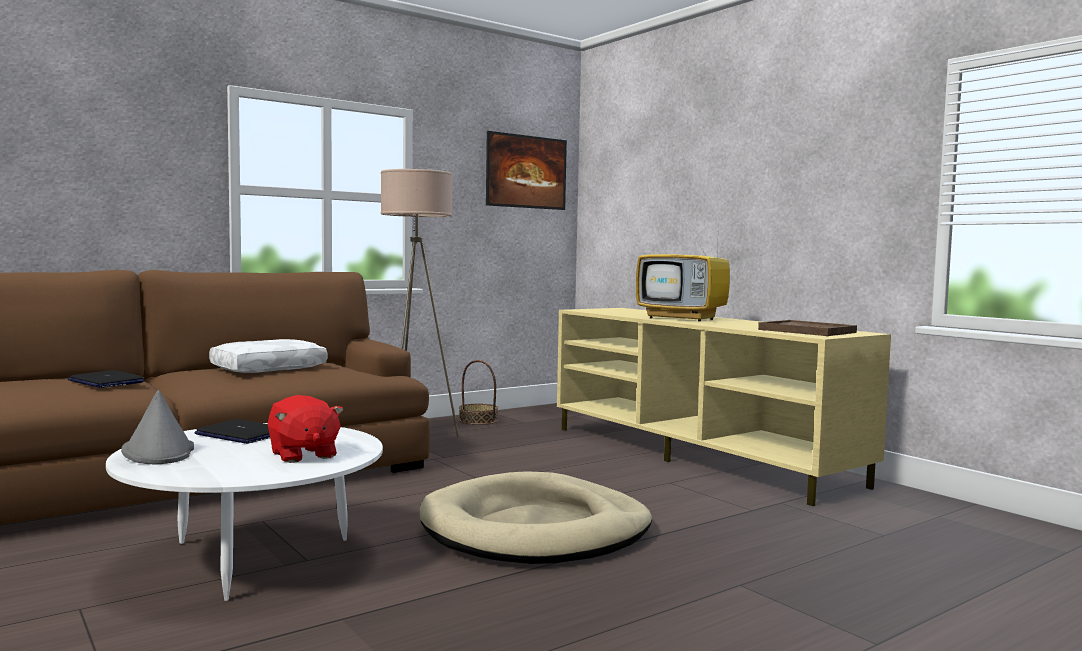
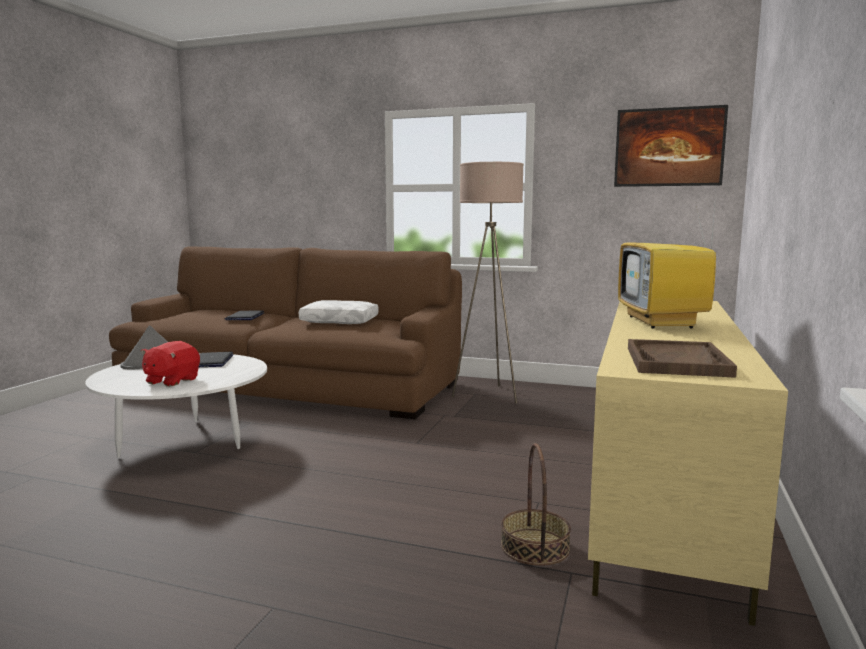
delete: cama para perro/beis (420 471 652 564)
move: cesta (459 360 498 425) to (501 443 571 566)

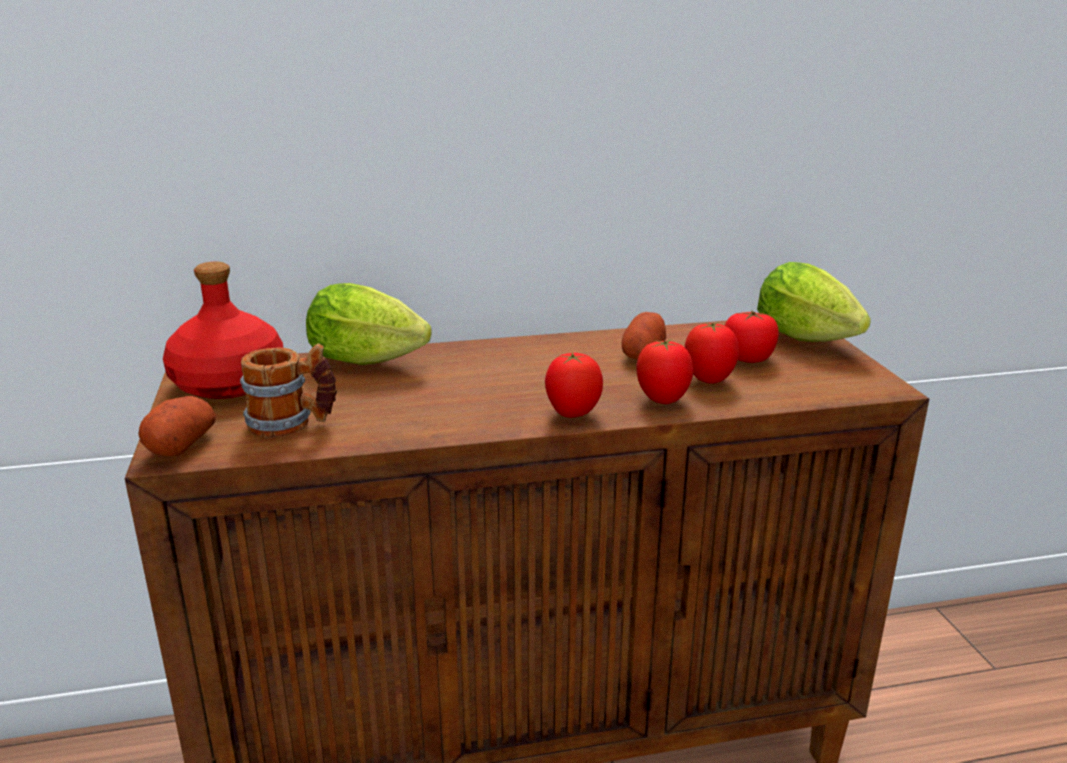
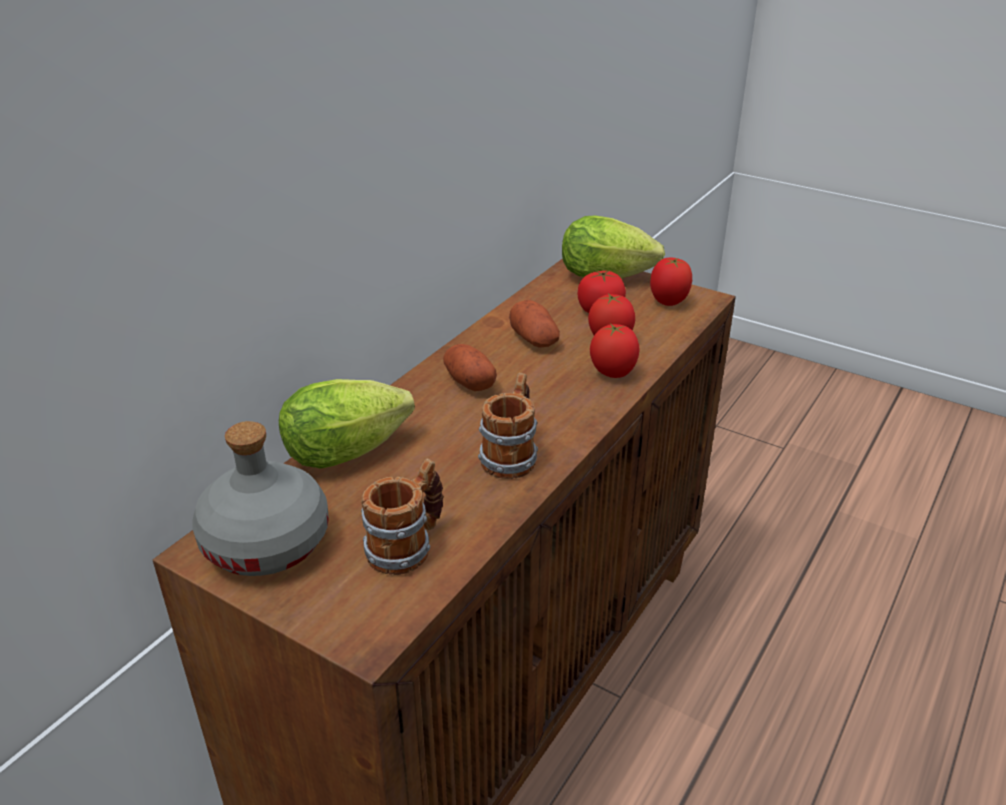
insert: taza grande (478 373 538 479)
move: patata (138 396 216 457) to (443 344 497 391); tomate (545 352 603 418) to (650 258 692 306)
recolor: botella/rojo (163 262 283 399) to botella/gris (192 421 329 576)

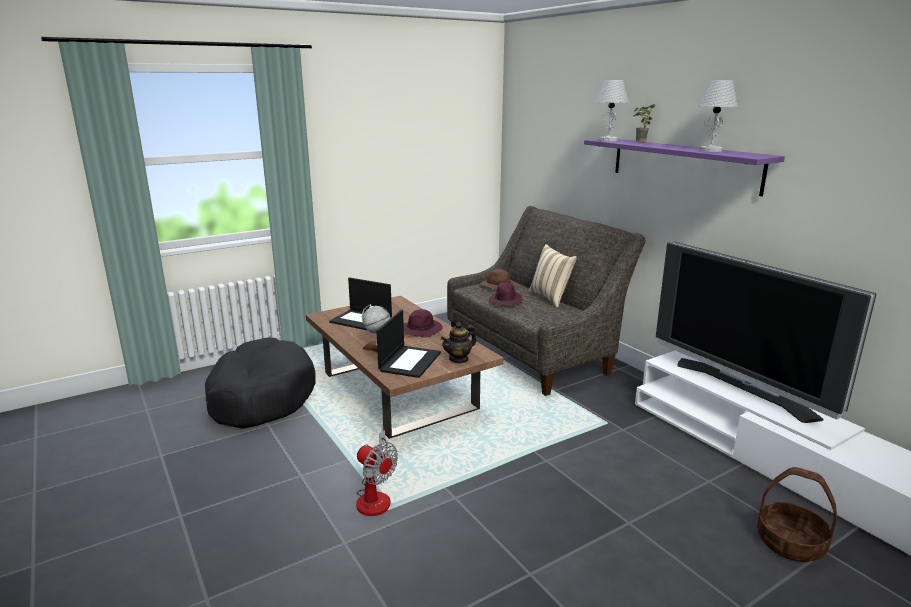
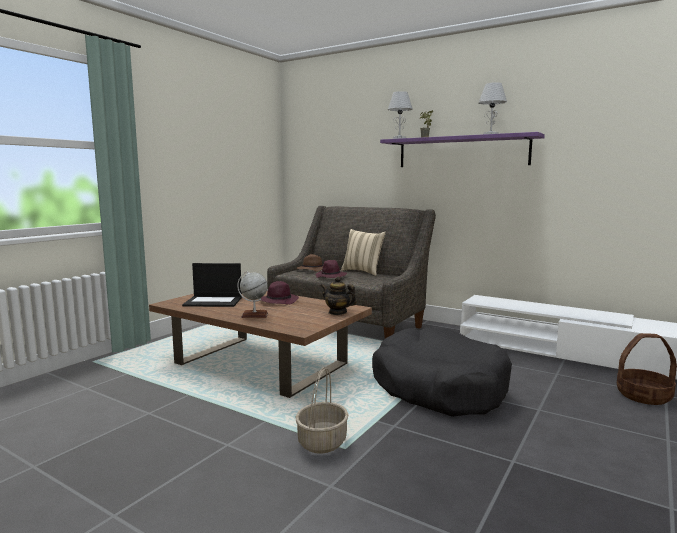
delete: portátil (377 310 441 378); televisor (656 242 877 423)
move: cama para perro/negro (205 337 316 429) to (372 328 512 417)
replace: ventilador (356 430 398 516) to cesta (295 367 349 454)
rotate: tetera (441 322 477 364) = (321 277 356 315) 90 degrees clockwise

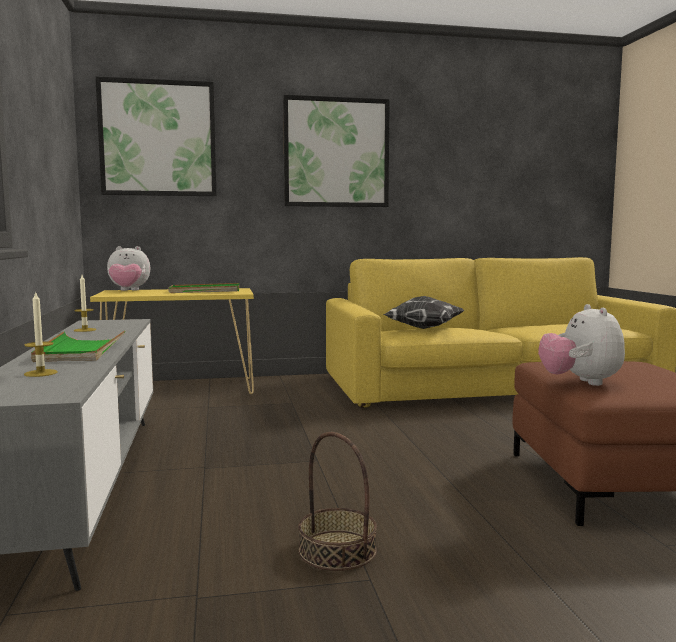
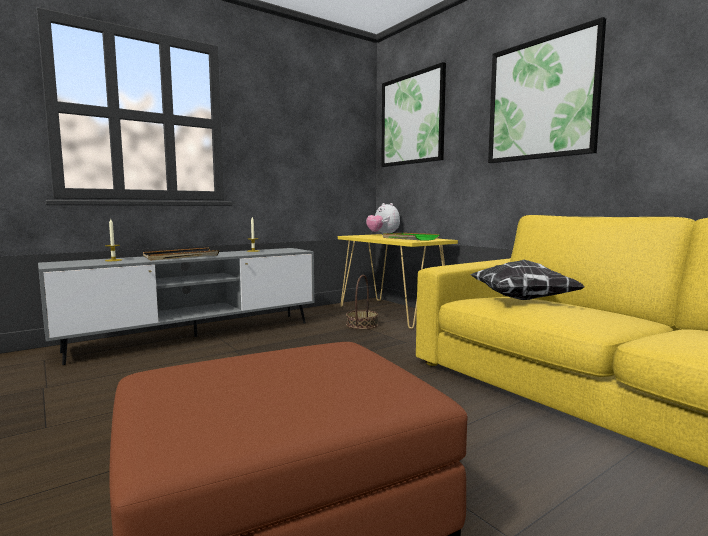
delete: peluche (538 304 625 386)
move: cesta (298 432 377 571) to (346 275 378 329)
recolor: bandeja/verde (31 330 126 362) to bandeja/negro (143 248 219 260)

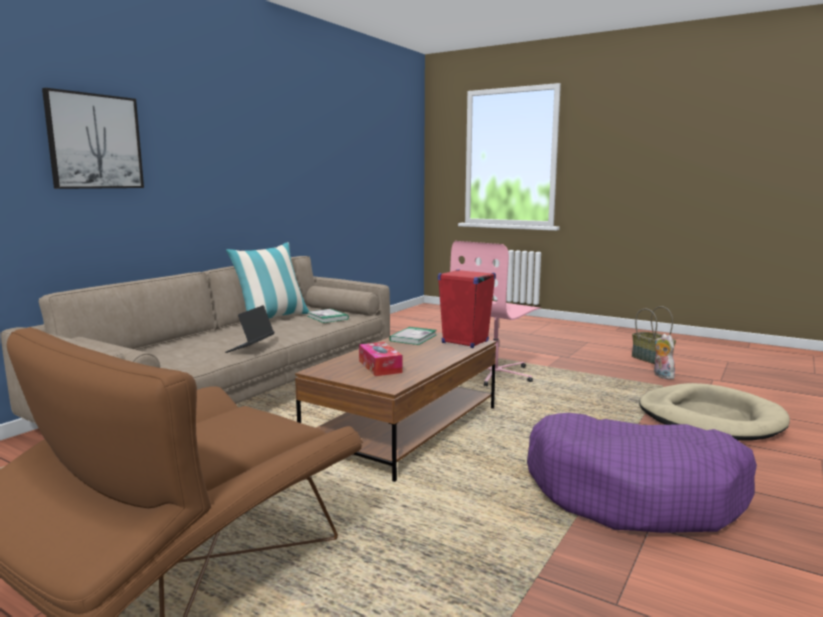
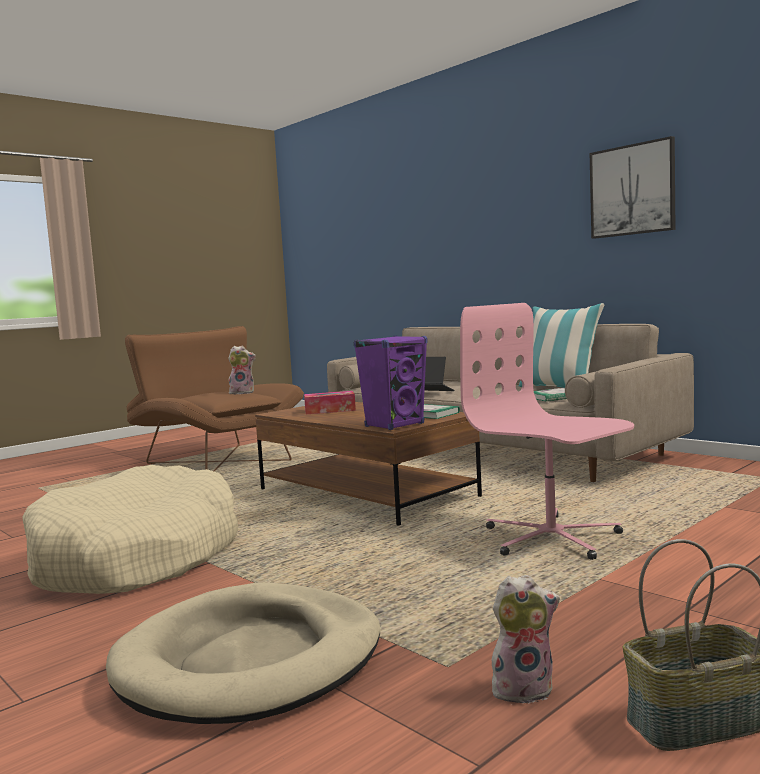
insert: peluche (228 346 256 394)
move: cuadro (42 88 144 189) to (590 136 675 239)
recolor: altavoz/rojo (438 269 496 348) to altavoz/morado (354 335 428 430); cama para perro/morado (527 413 757 533) to cama para perro/beis (22 465 238 594)

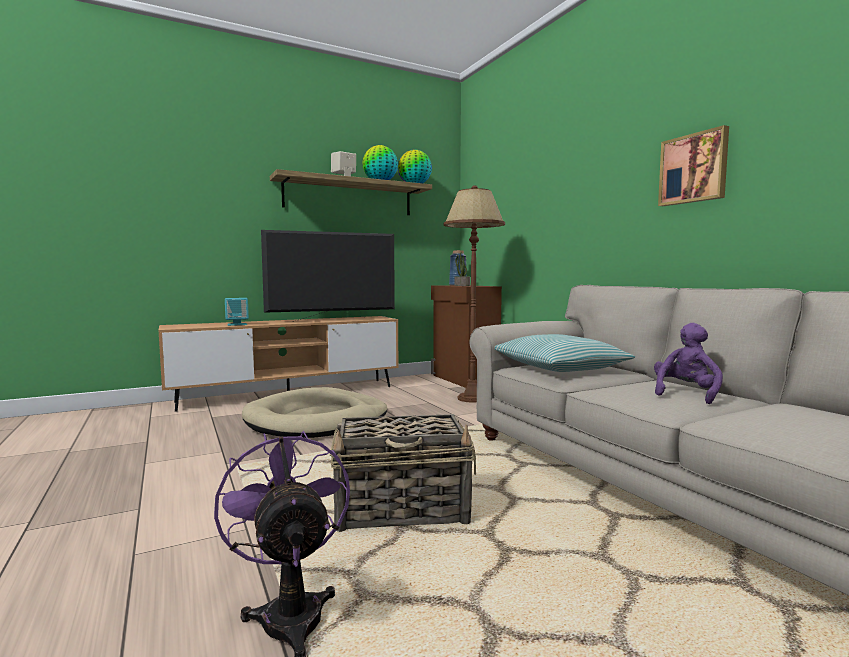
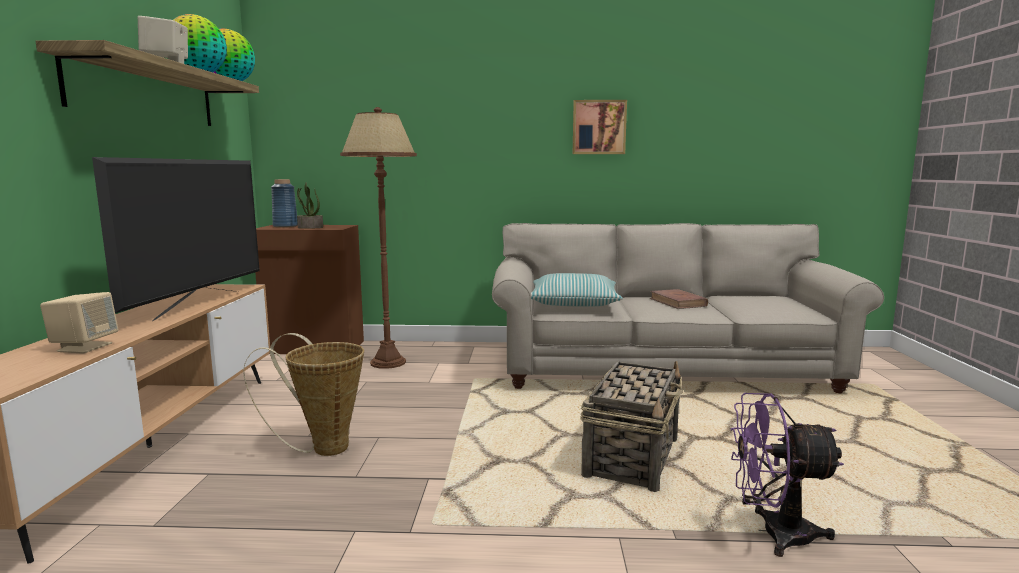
replace: cama para perro/beis (242 387 387 438) to cesta (243 333 364 456); peluche/morado (654 323 723 404) to libro/marrón (650 289 708 309)
recolor: altavoz/turquesa (225 298 249 326) to altavoz/beis (40 292 119 354)

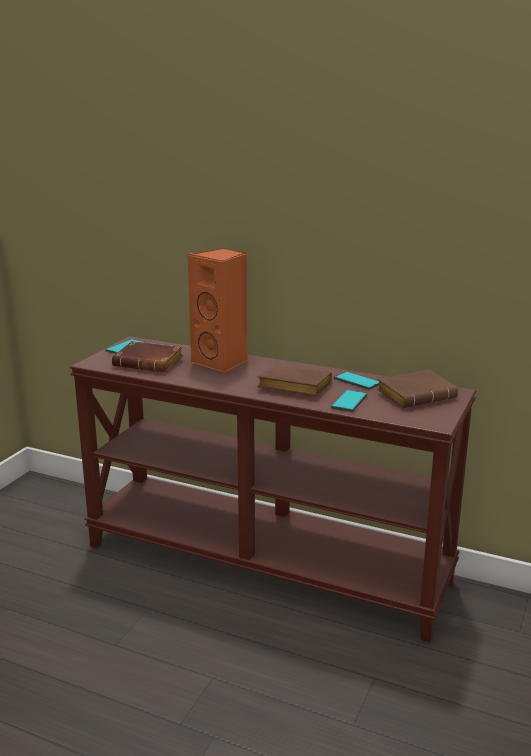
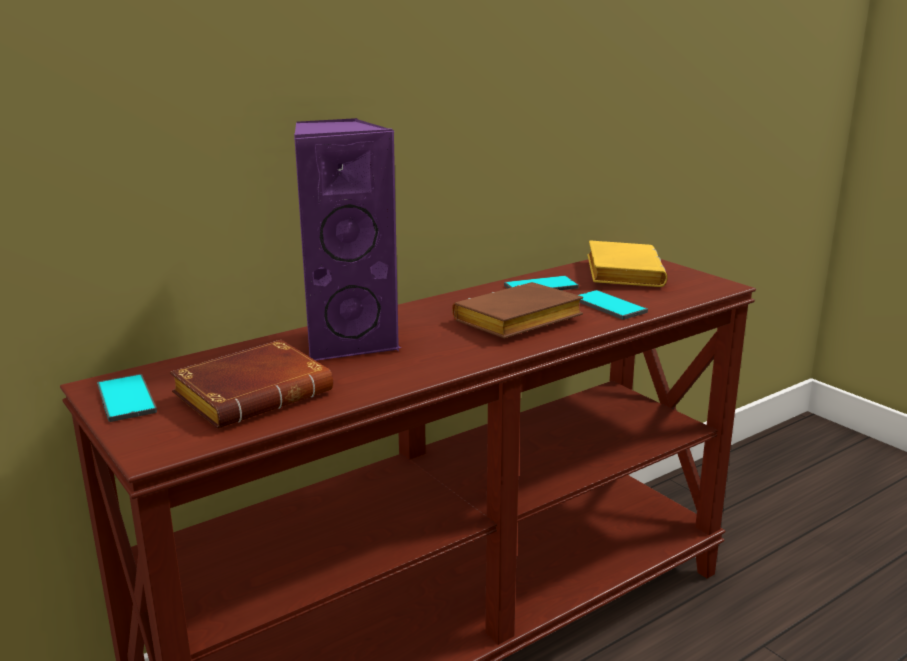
recolor: altavoz/naranja (187 248 248 373) to altavoz/morado (294 118 401 361); libro/marrón (377 370 458 408) to libro/amarillo (587 240 667 287)

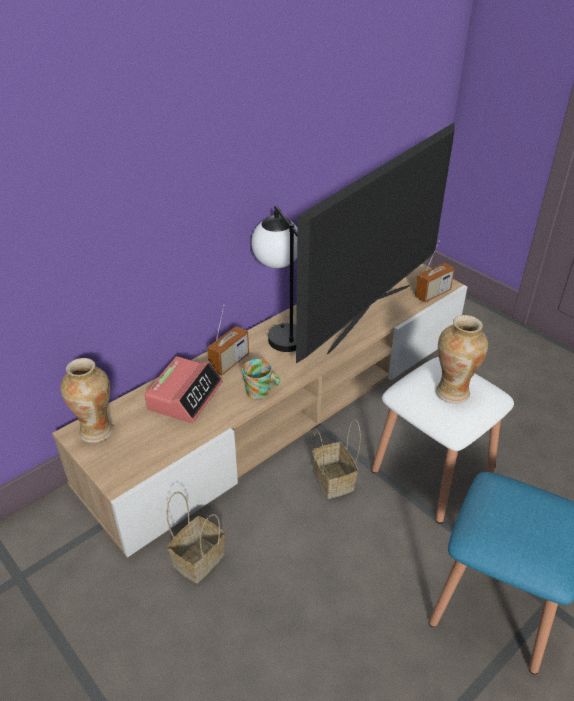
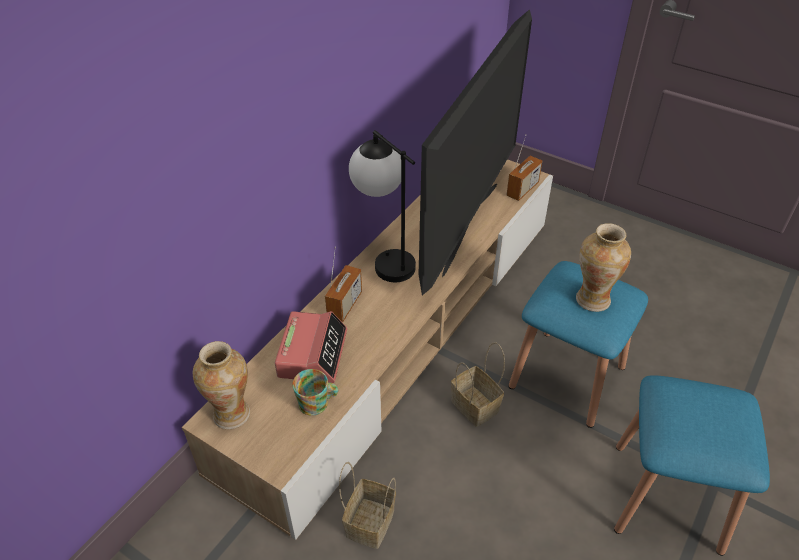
move: taza grande (242 359 280 399) to (292 369 338 416)
recolor: taburete/blanco (372 357 514 524) to taburete/azul (508 261 648 428)

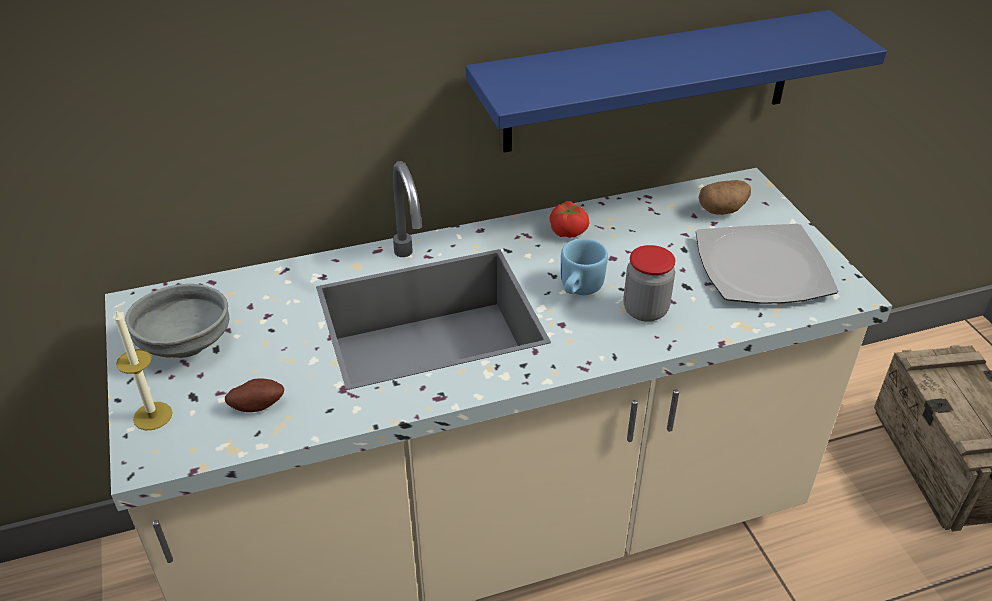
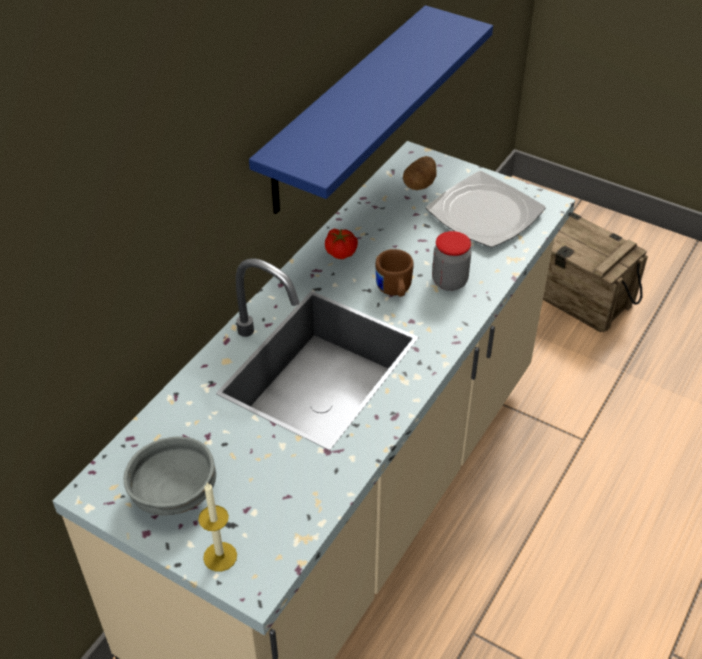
delete: patata (225 378 284 412)
recolor: taza grande/azul (561 239 608 295) to taza grande/marrón (375 249 414 297)

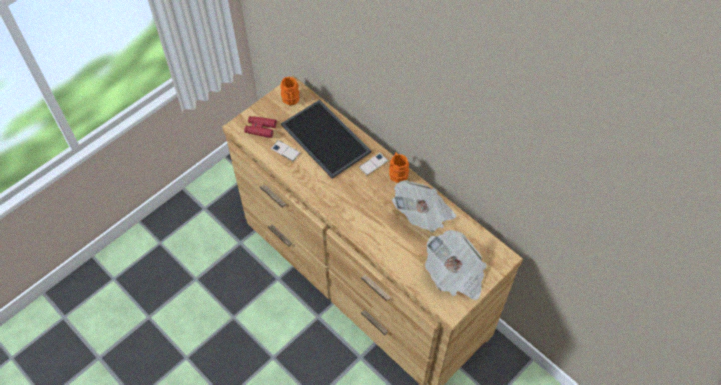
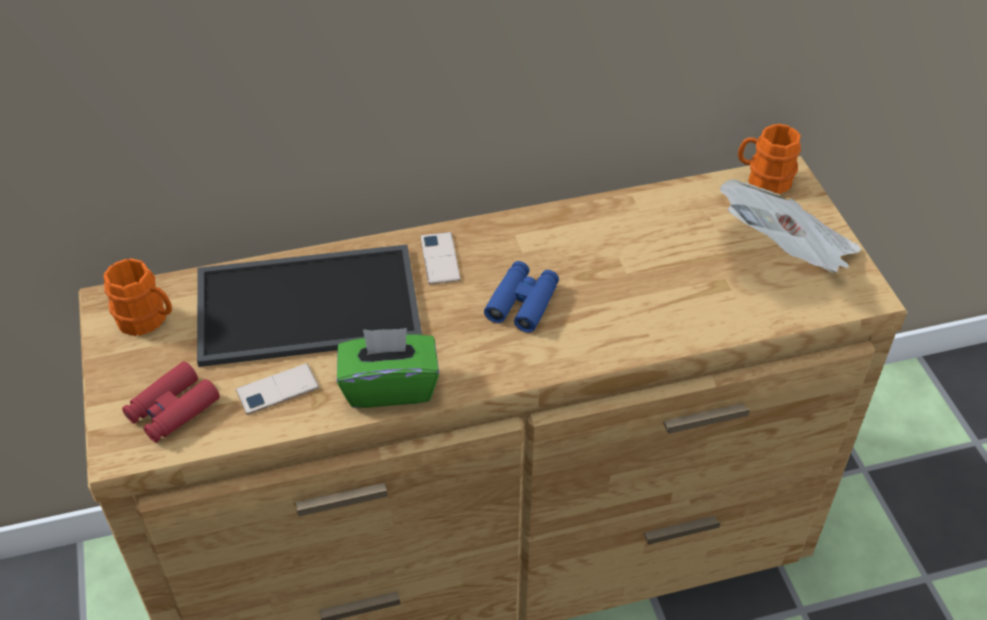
delete: periódico (392 180 456 232)
insert: caja de pañuelos/verde (337 328 439 408); prismáticos/azul (484 261 559 333)
move: taza grande/naranja (389 152 409 183) to (738 124 801 194)

